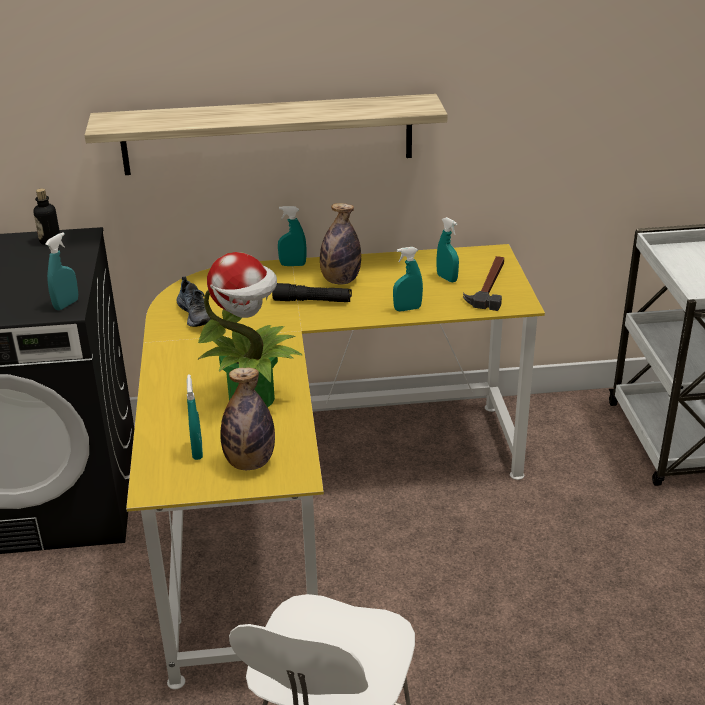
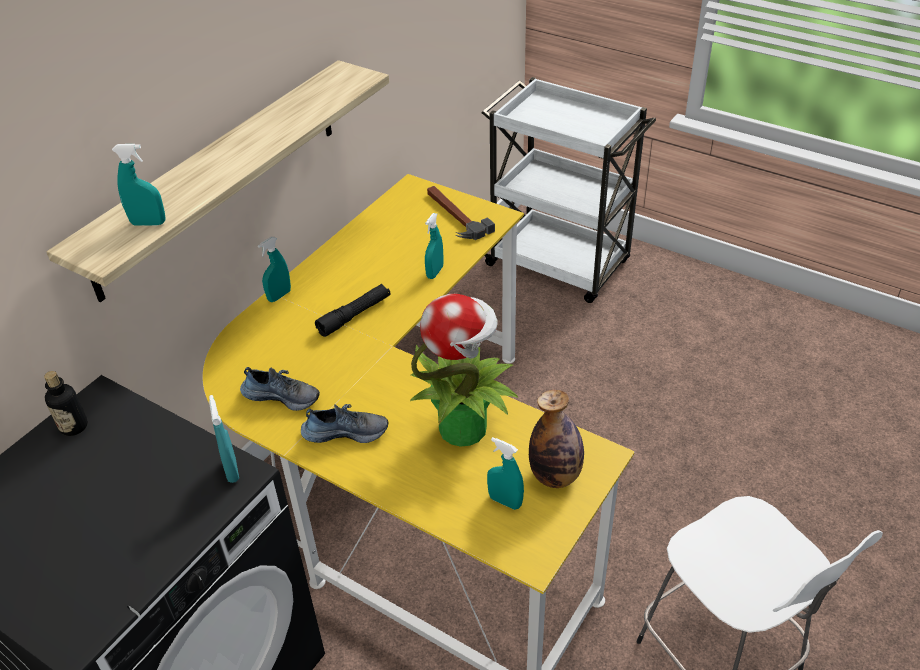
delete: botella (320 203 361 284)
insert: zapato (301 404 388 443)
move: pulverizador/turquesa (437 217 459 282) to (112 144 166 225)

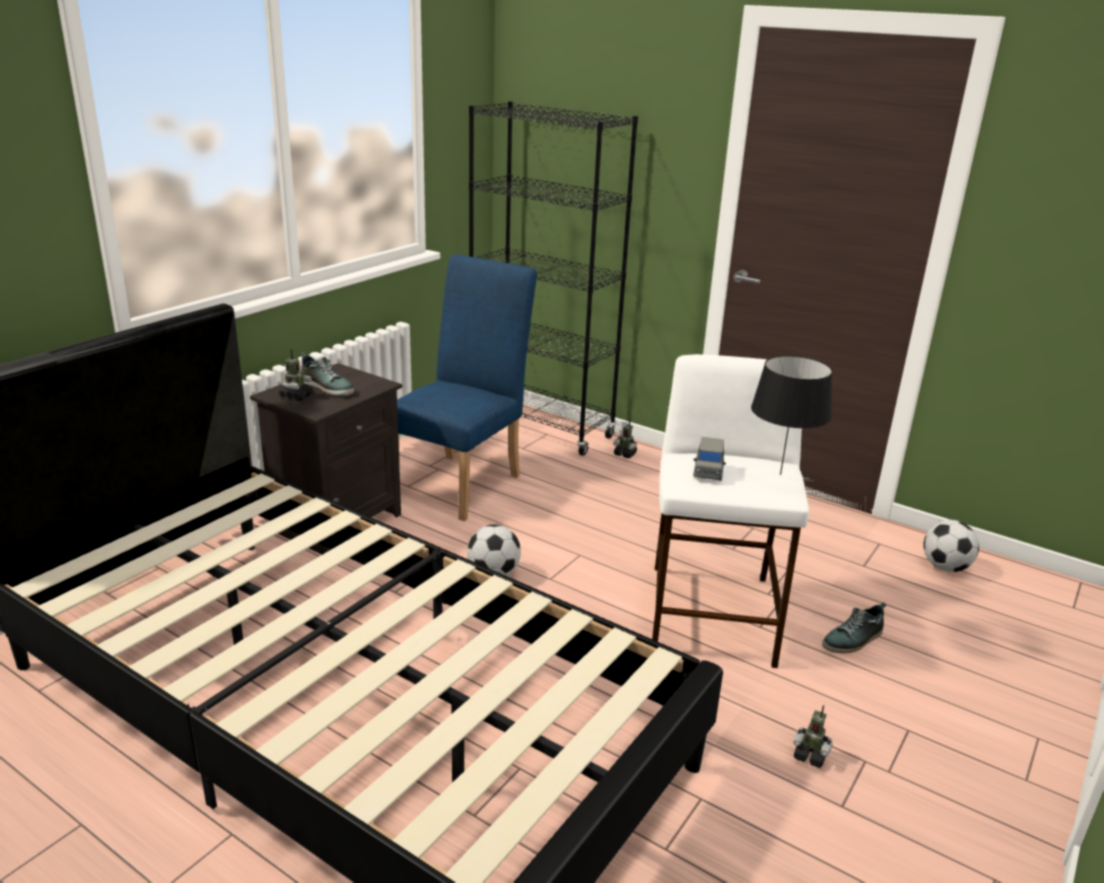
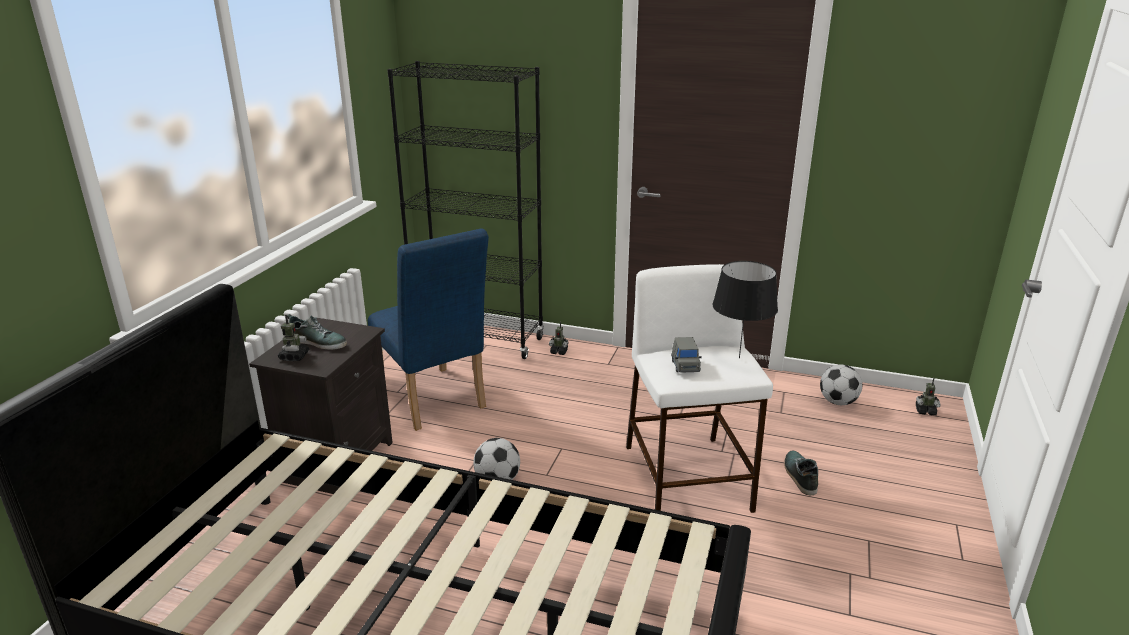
move: robot de juguete (793 705 833 768) to (916 378 941 416)
rotate: silla/azul (397 254 537 521) = (368 228 489 431) 135 degrees clockwise; zapato (822 602 886 653) = (784 451 818 495) 135 degrees clockwise

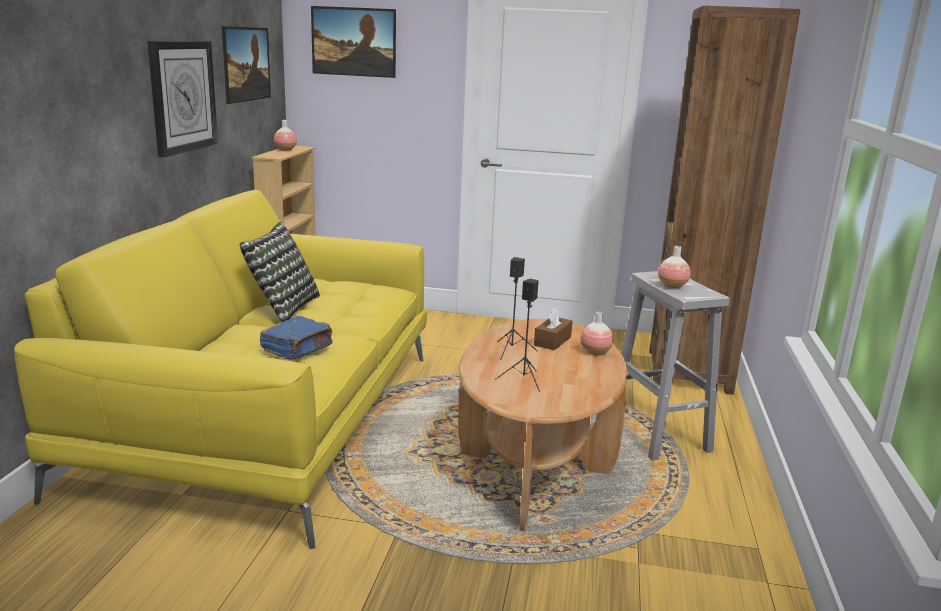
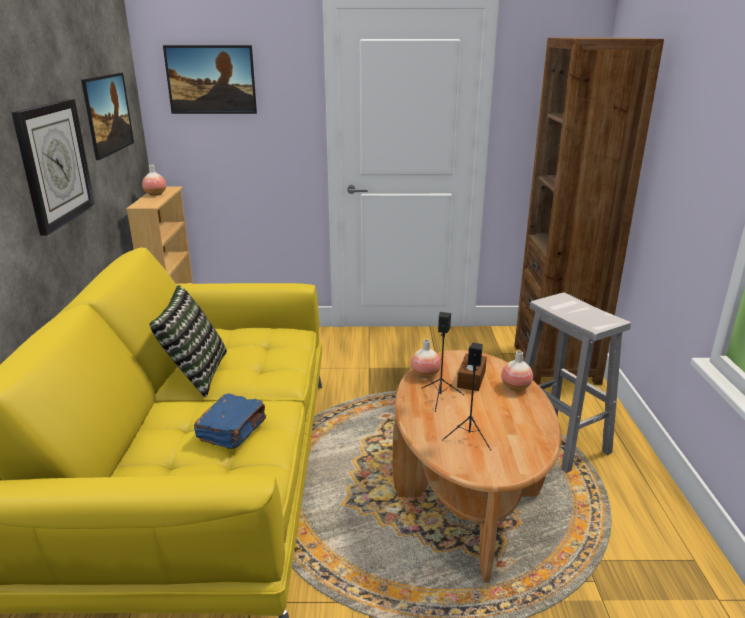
move: florero (658 246 691 288) to (411 339 441 378)

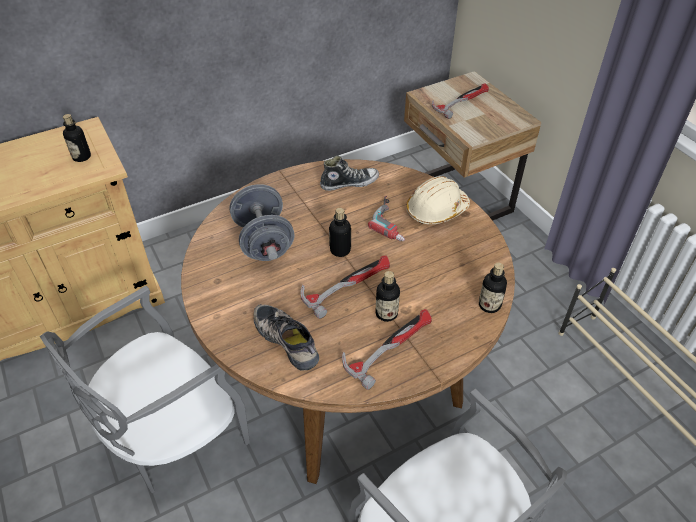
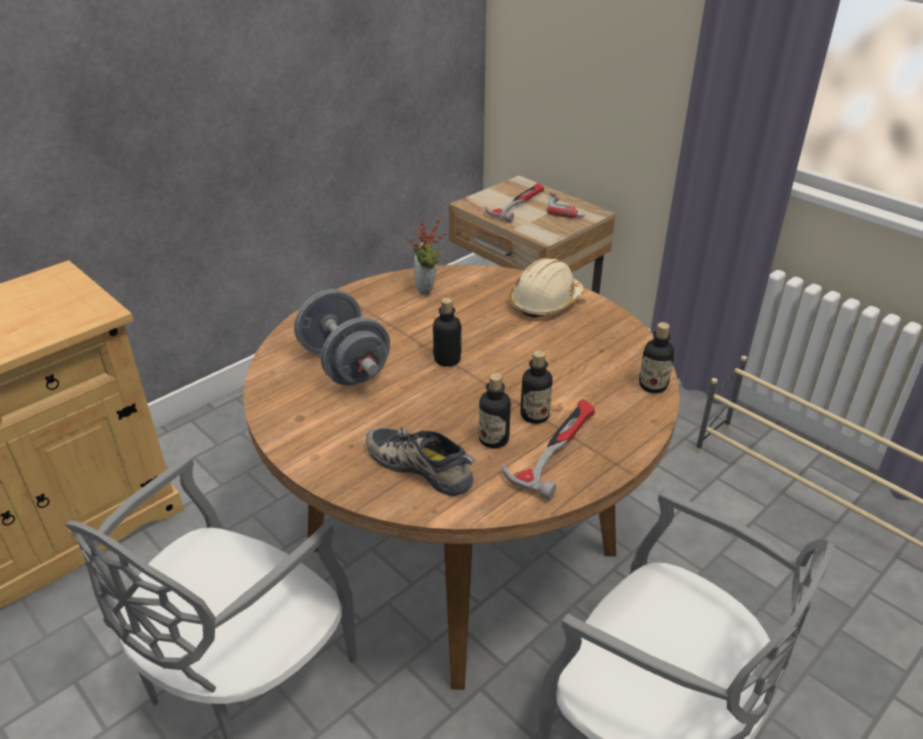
delete: martillo (301 255 390 319)
move: botella (63 114 91 162) to (479 373 511 448); taladro (368 196 405 241) to (547 192 586 219)
replace: zapato (320 156 379 191) to planta en maceta (408 217 447 296)

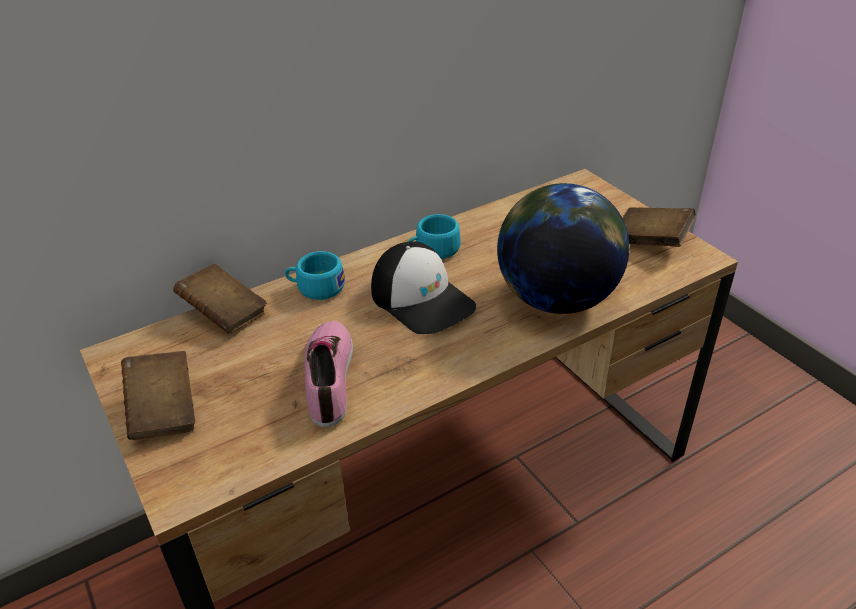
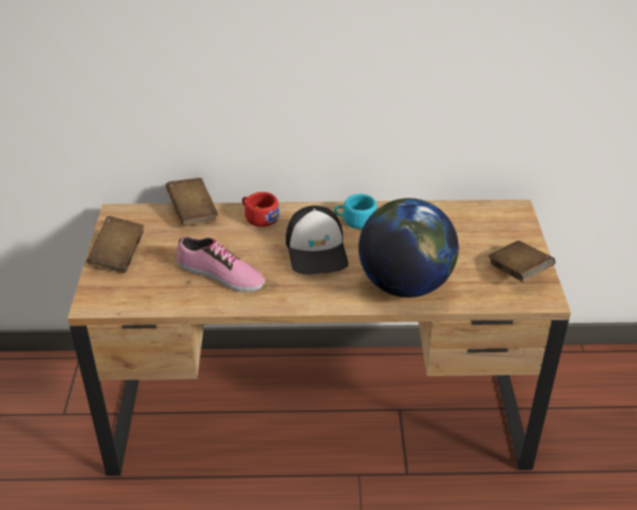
recolor: taza/turquesa (285 251 345 300) to taza/rojo (242 192 280 227)
rotate: zapato (305 321 353 427) = (176 236 265 292) 90 degrees clockwise

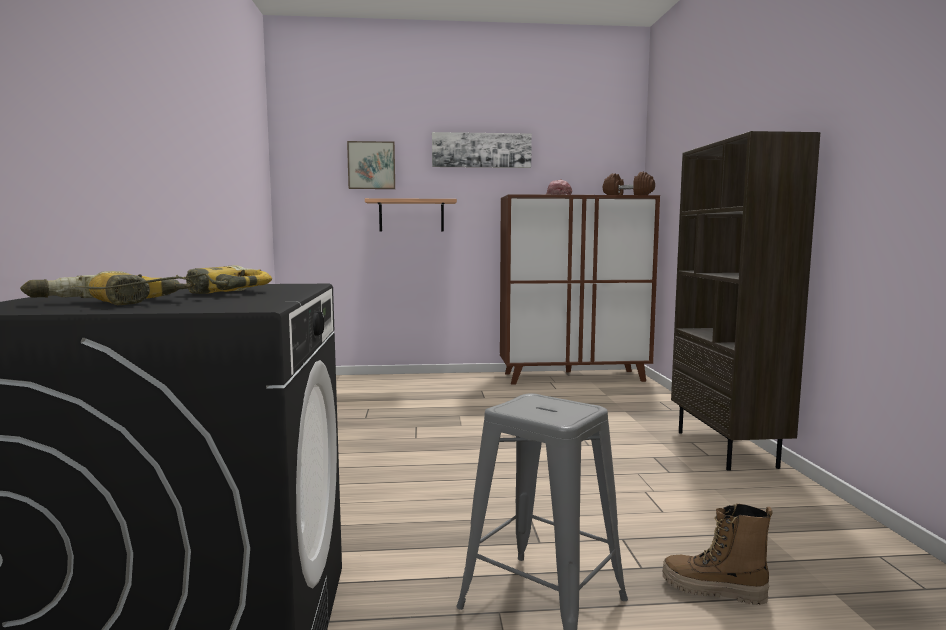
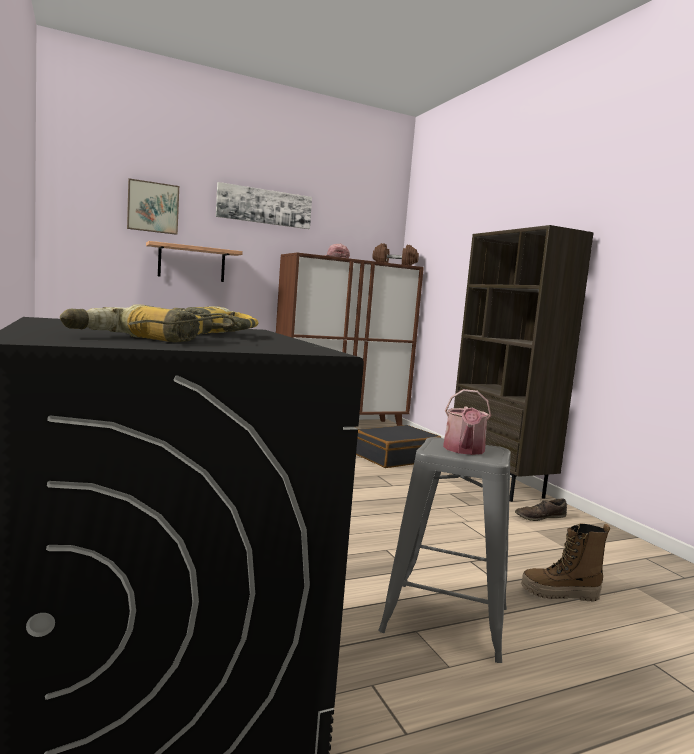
insert: maleta/negro (356 425 441 468); regadera (443 389 491 455); zapato/marrón (515 498 567 521)

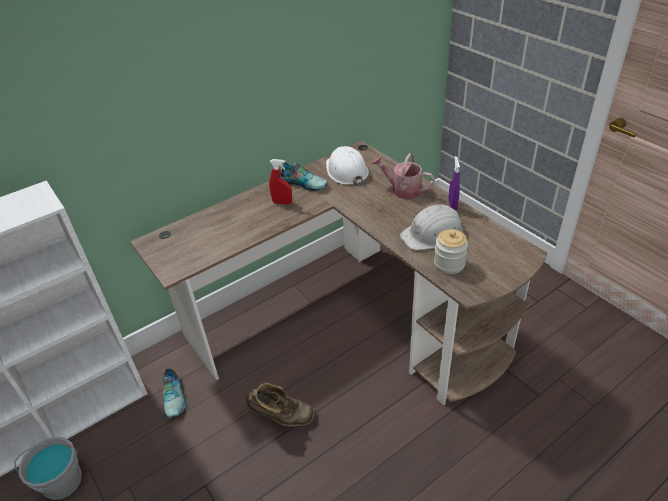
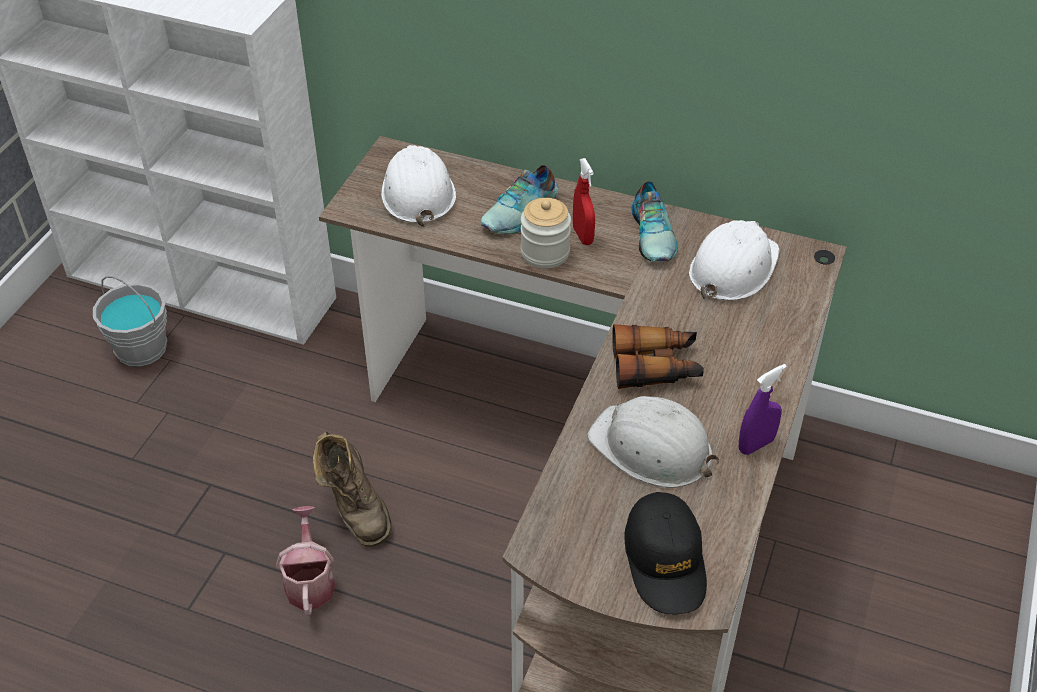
insert: casco/blanco (381 145 456 227); prismáticos (612 324 704 389); gorra/negro (624 492 707 614)
move: zapato (163 368 186 418) to (481 165 558 234); regadera (371 153 435 199) to (276 506 336 615); tarro (434 229 468 274) to (521 198 571 268)

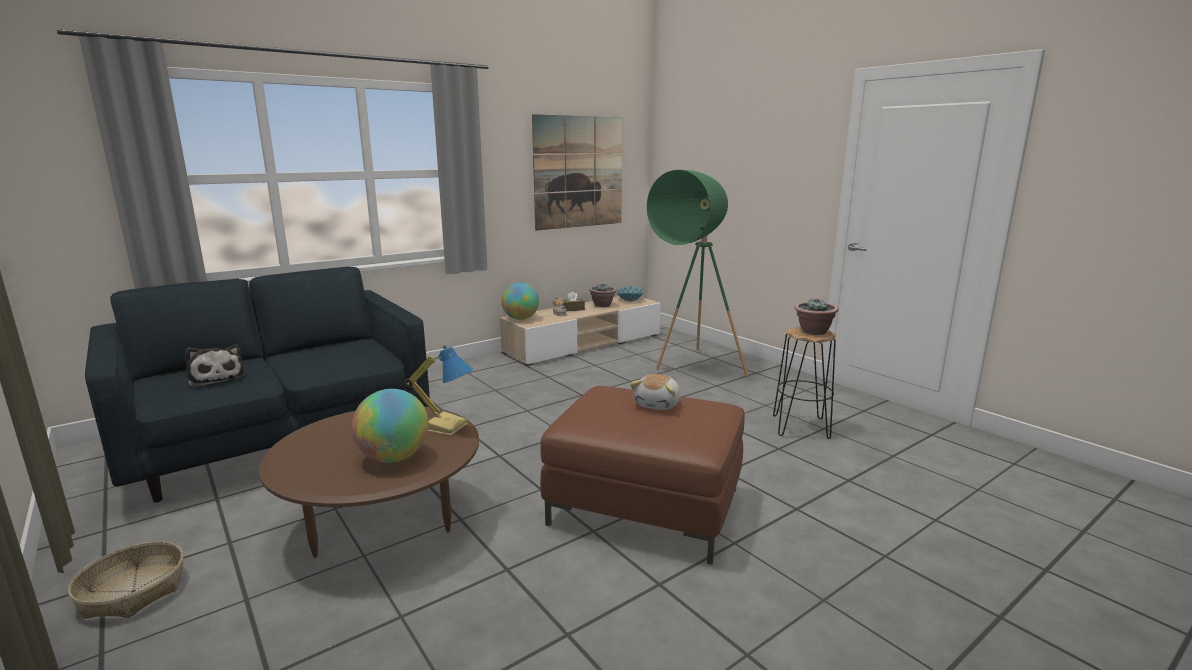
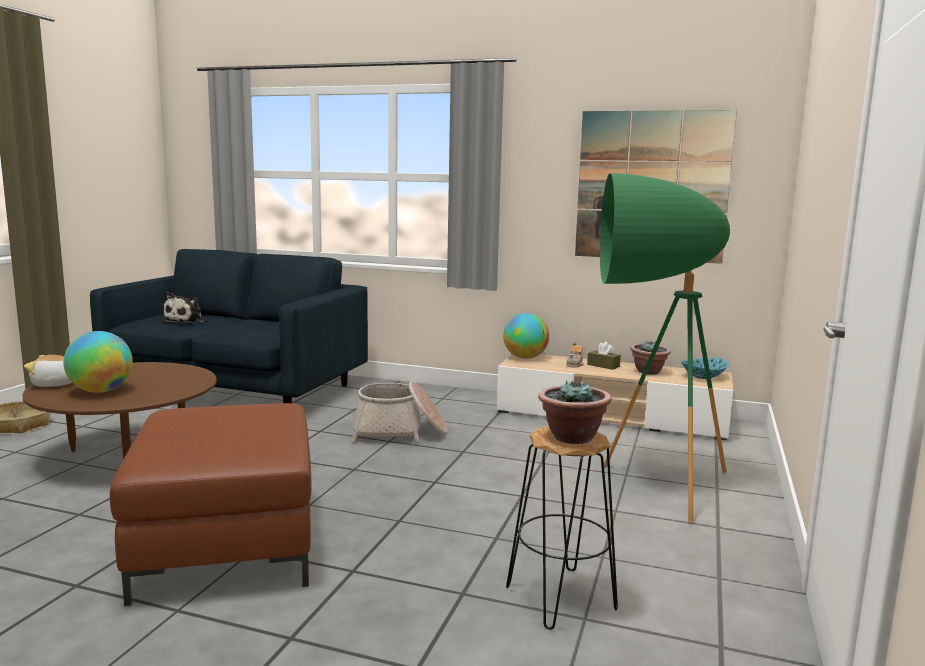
delete: lámpara de mesa (405 345 473 435)
insert: cesta (351 381 447 443)
move: peluche (630 374 680 410) to (24 355 72 387)

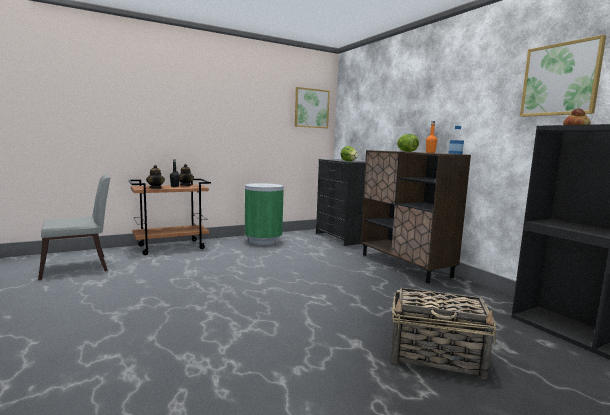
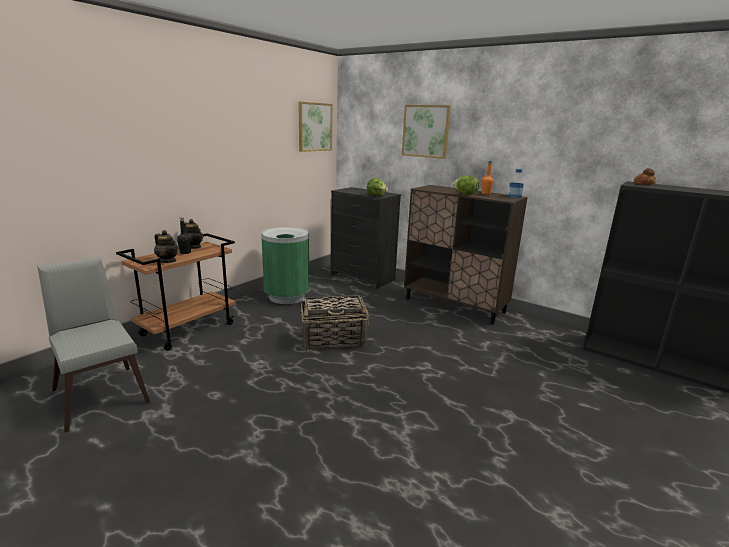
move: cesta (391 287 496 379) to (301 296 369 351); cuadro (520 35 606 117) to (402 105 451 159)
rotate: silla/gris (38 174 111 280) = (37 256 151 433) 75 degrees counterclockwise

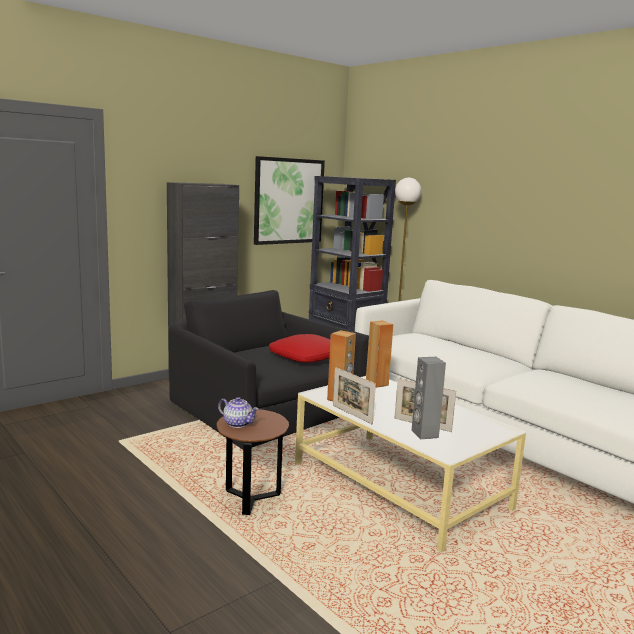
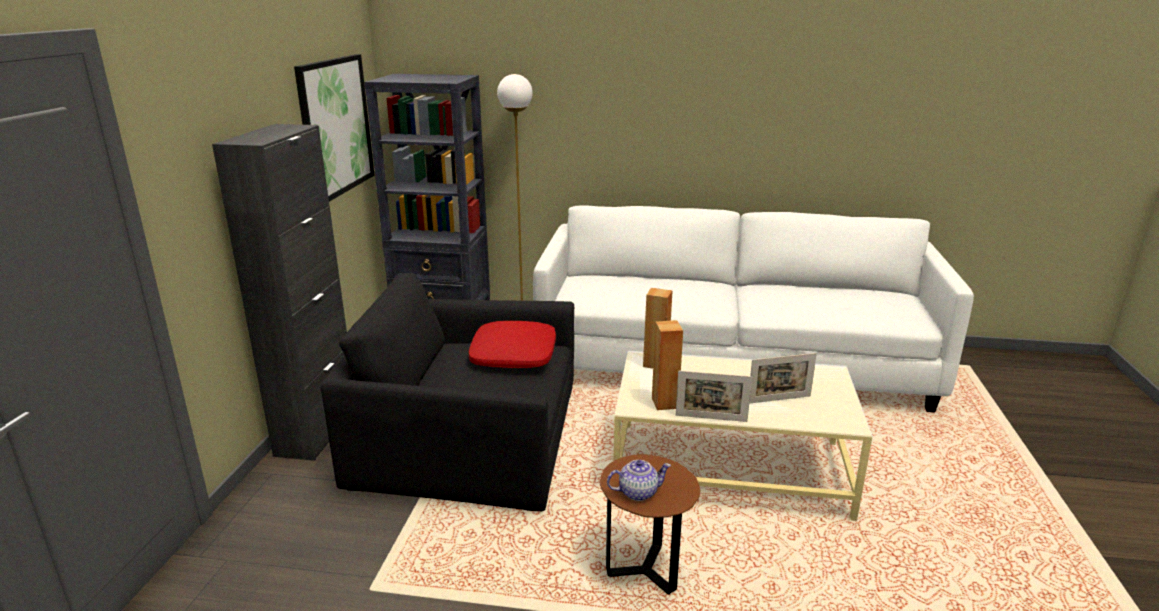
delete: altavoz/gris (412 357 446 439)

